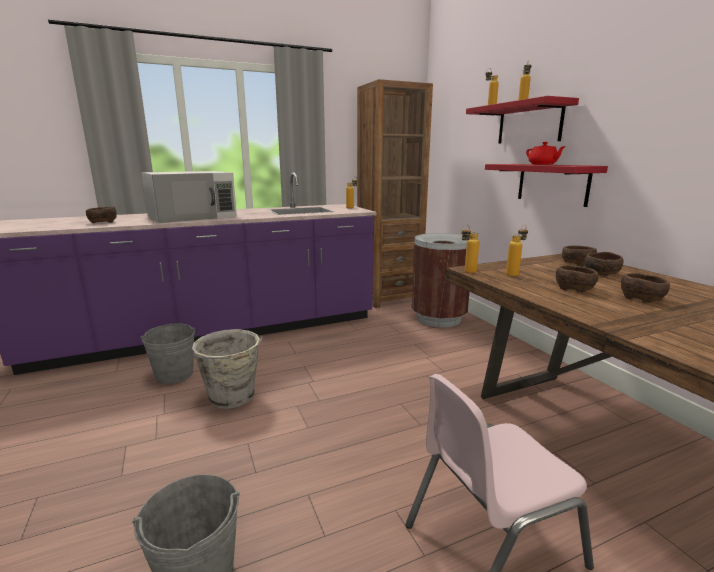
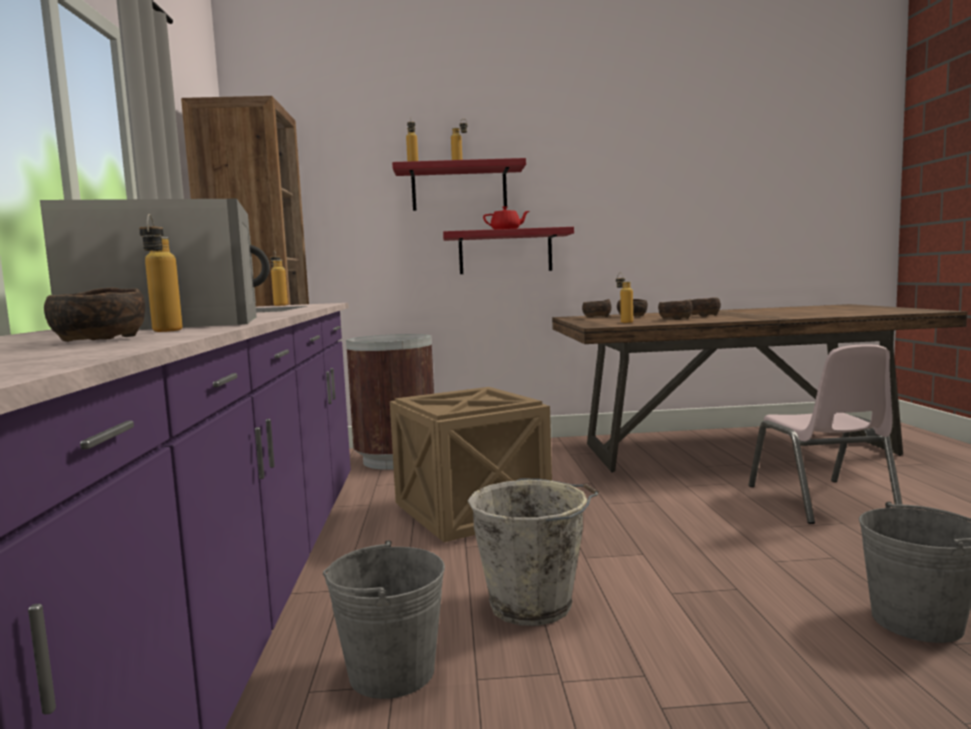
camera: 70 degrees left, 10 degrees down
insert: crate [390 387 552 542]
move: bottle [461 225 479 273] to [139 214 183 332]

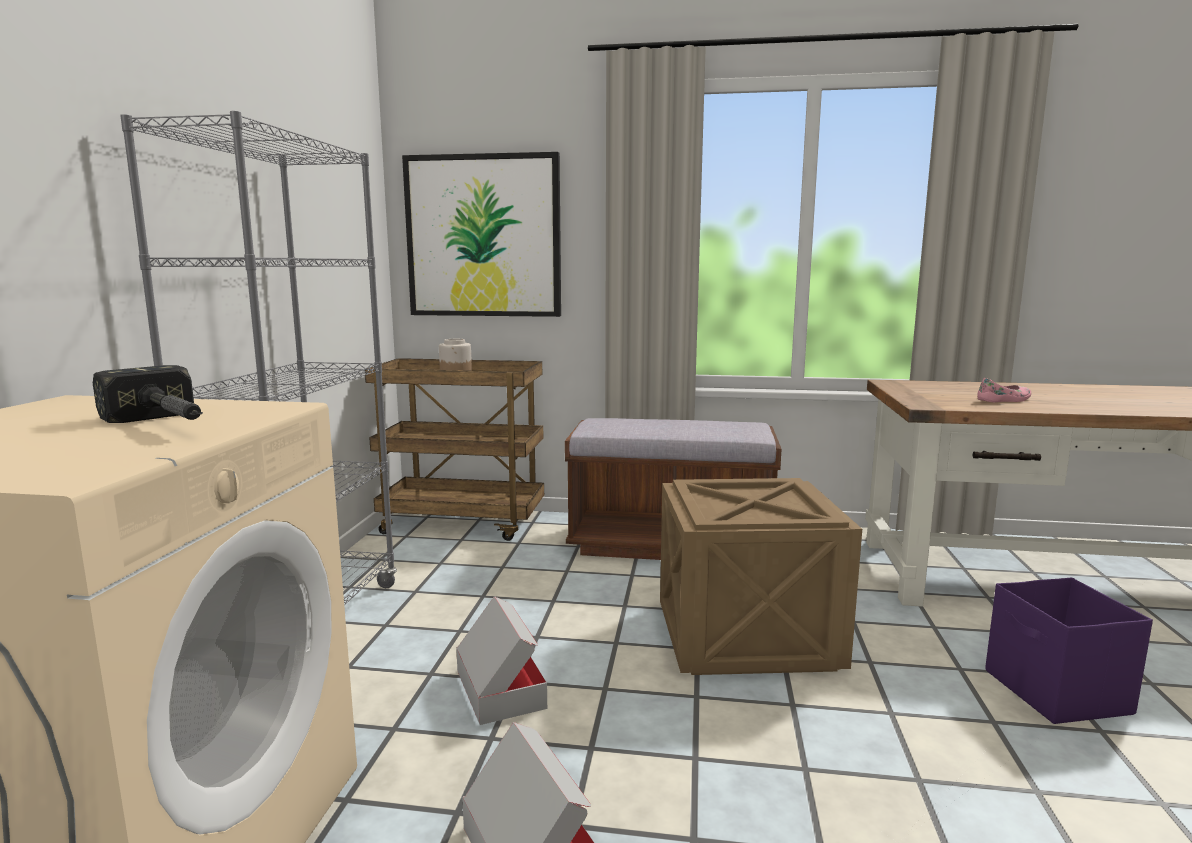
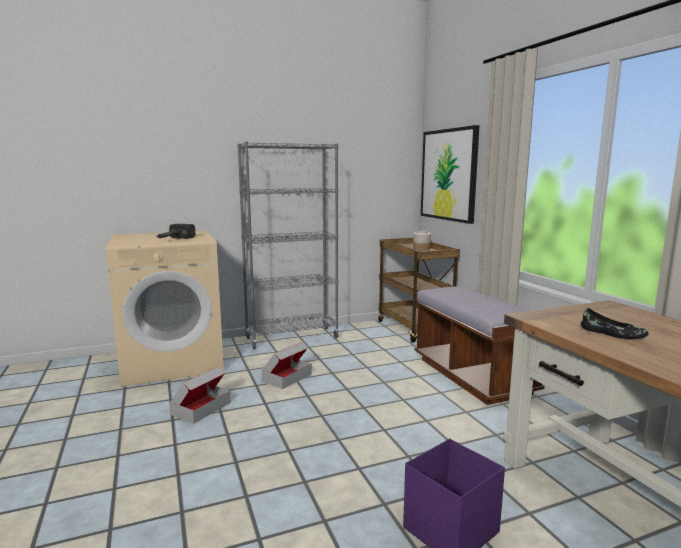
camera: 60 degrees right, 0 degrees up
delete: crate [660 478 862 675]
recolor: pink_shoe [977 378 1031 402] to black_shoe [581 308 649 339]

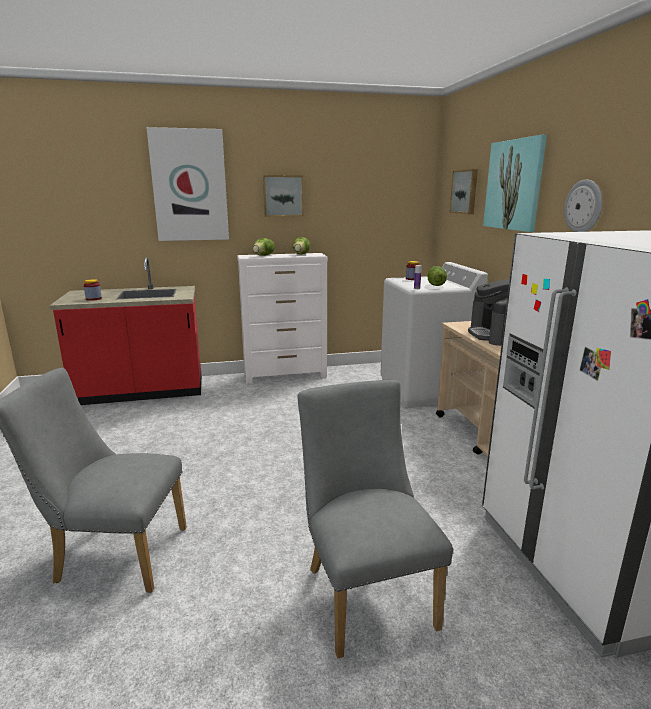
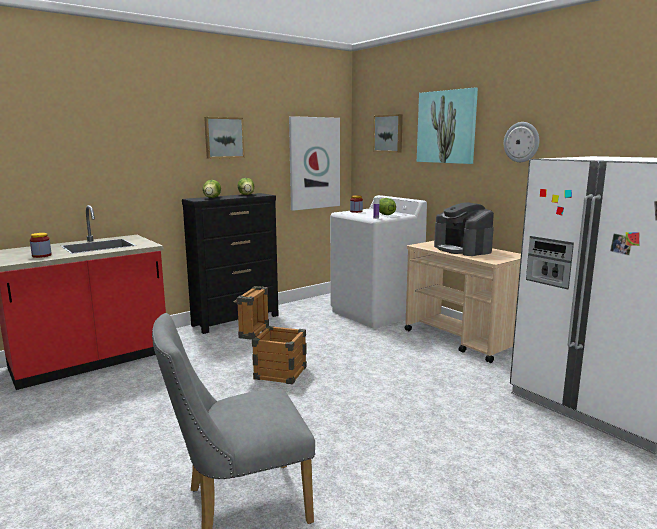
camera: 25 degrees left, 5 degrees down
delete: grey_chair [298 380 453 658]
insert: crate [237 286 307 384]
move: picture [146 127 229 241] to [289 116 340 211]
recolor: white_dresser [237 253 328 383] to black_dresser [182 193 279 334]

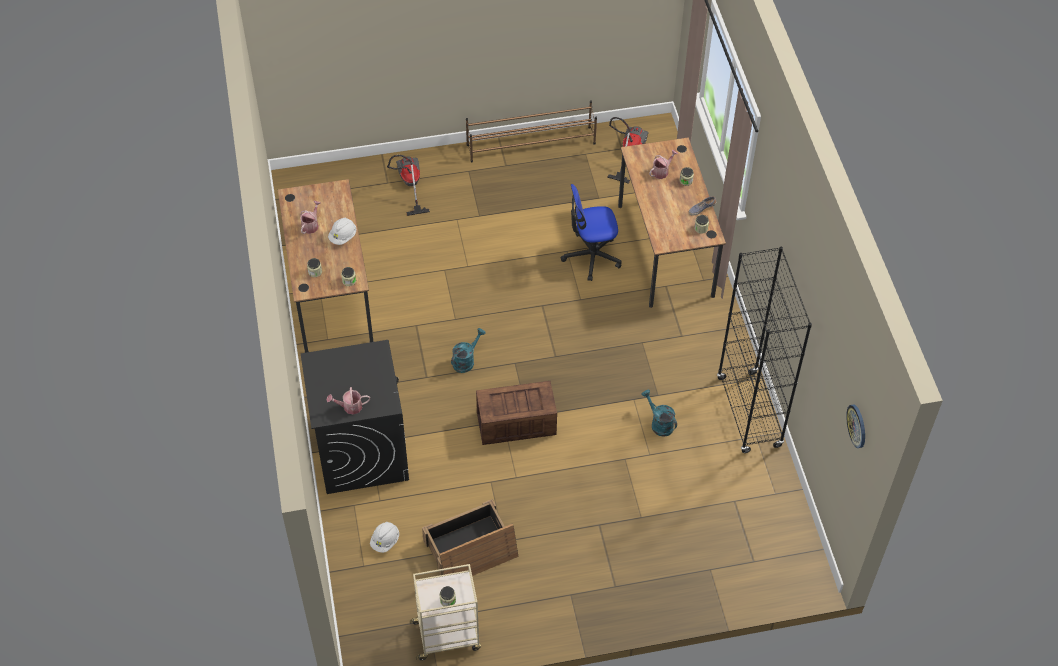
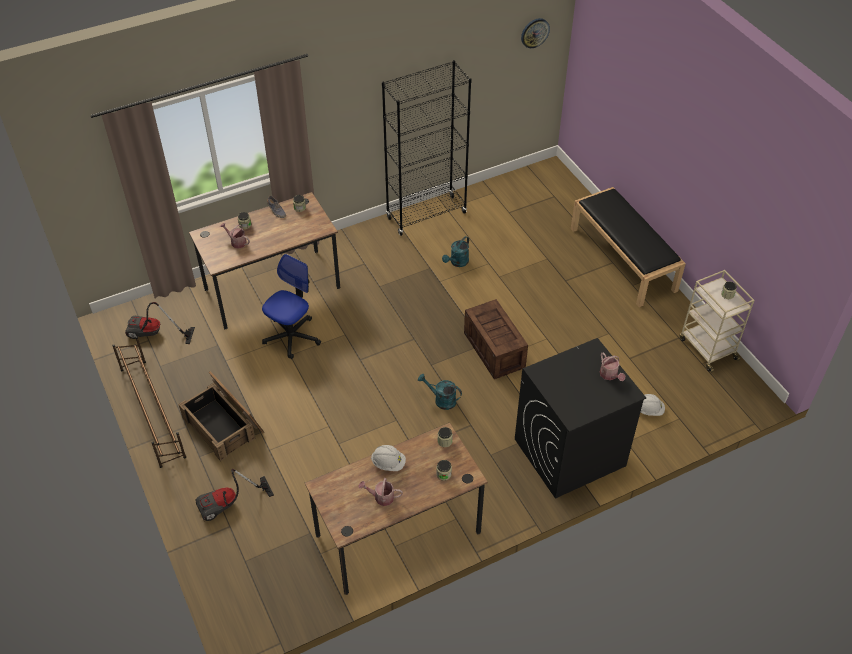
camera: 105 degrees left, 5 degrees down
insert: black_bench [571 187 686 307]
move: crate [422 499 519 576] to [178 371 264 461]
rotate: office_chair [561 184 622 281] = [262 254 321 359] 120 degrees counterclockwise

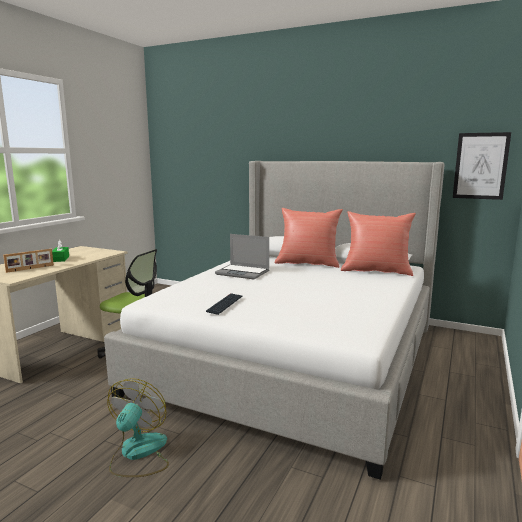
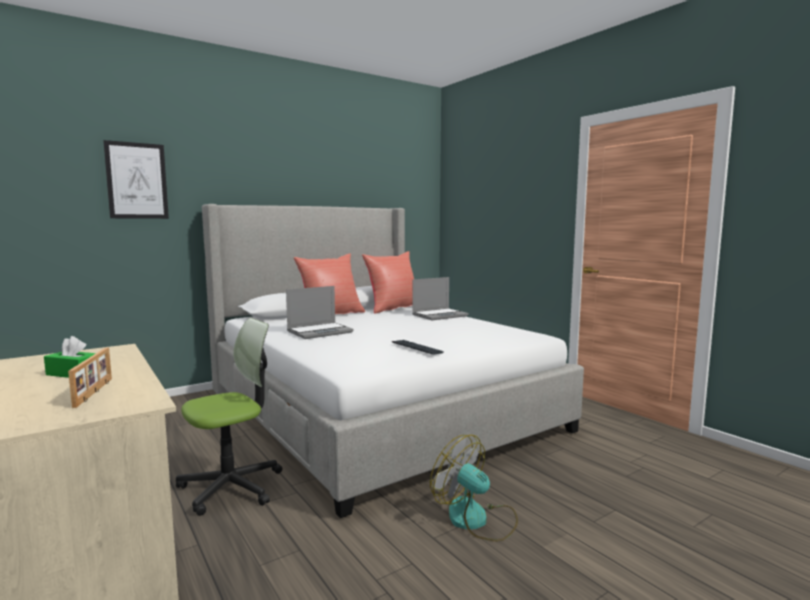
camera: 60 degrees left, 5 degrees down
insert: laptop [412 277 468 320]
move: picture [453 132 511 200] to [103 140 169 219]

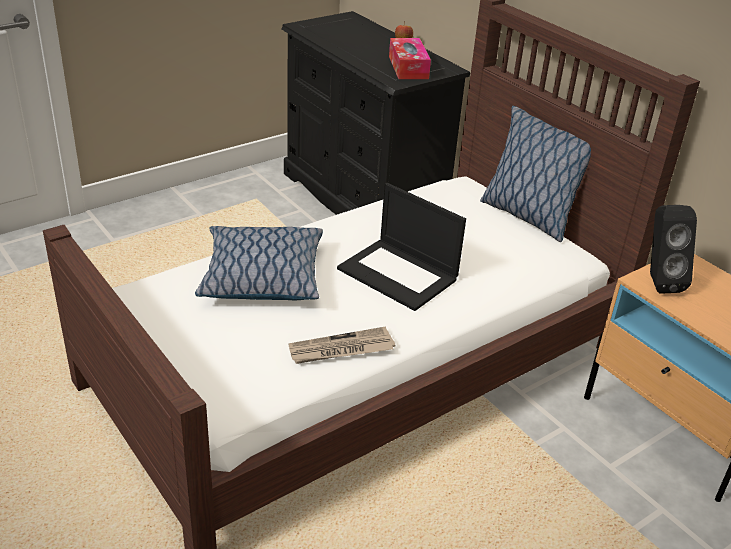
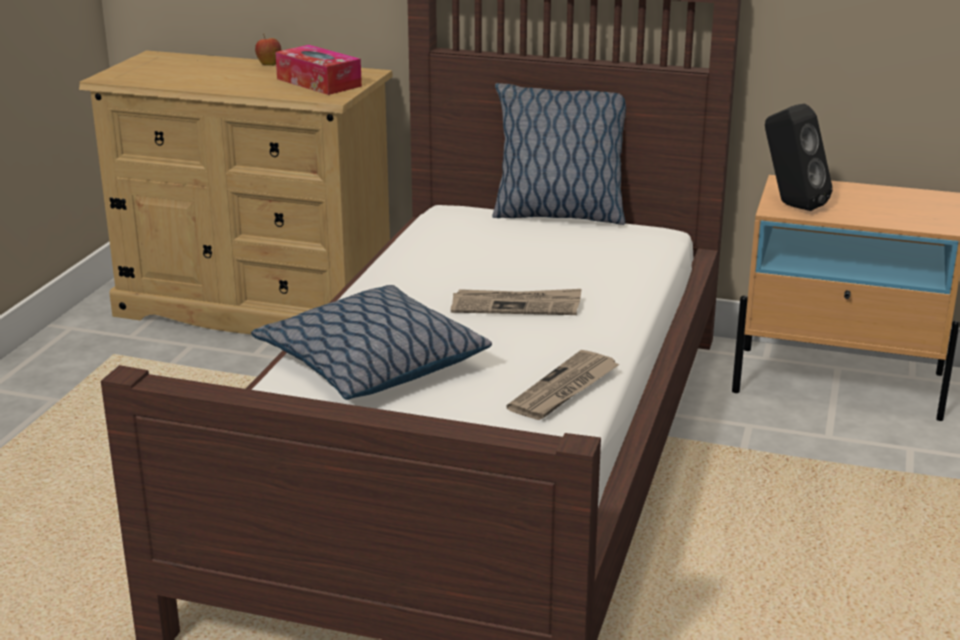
camera: 35 degrees left, 10 degrees down
replace: laptop [337 183 466 311] to newspaper [451 289 581 315]
recolor: black_dresser [281 11 470 215] to beige_dresser [79 50 393 334]

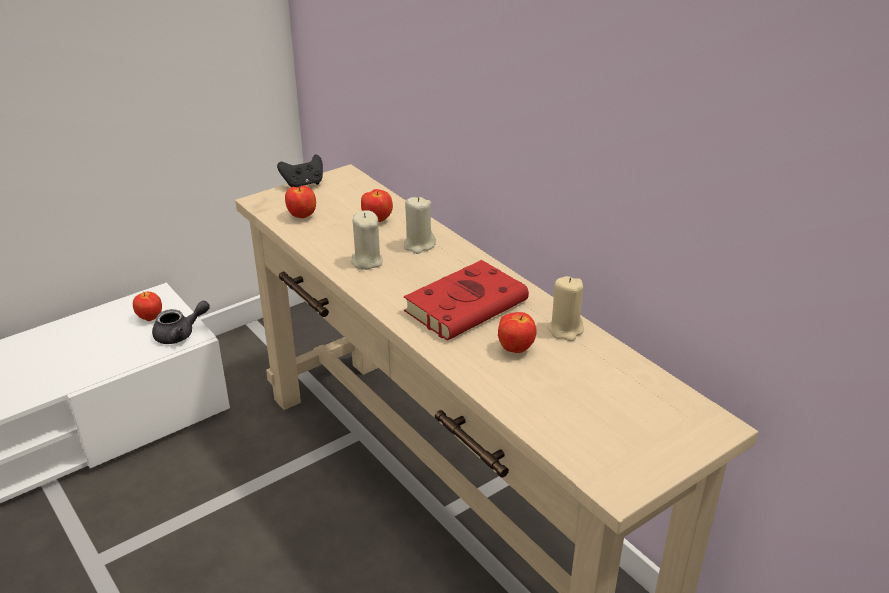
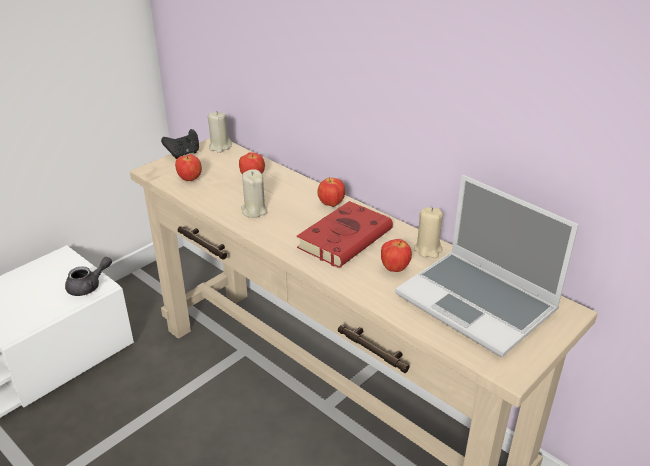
camera: 10 degrees left, 0 degrees up
insert: laptop [395 175 579 357]
move: beige_candle [404 197 436 254] to [208 111 232 153]; apple [133 292 162 321] to [317 177 345 207]

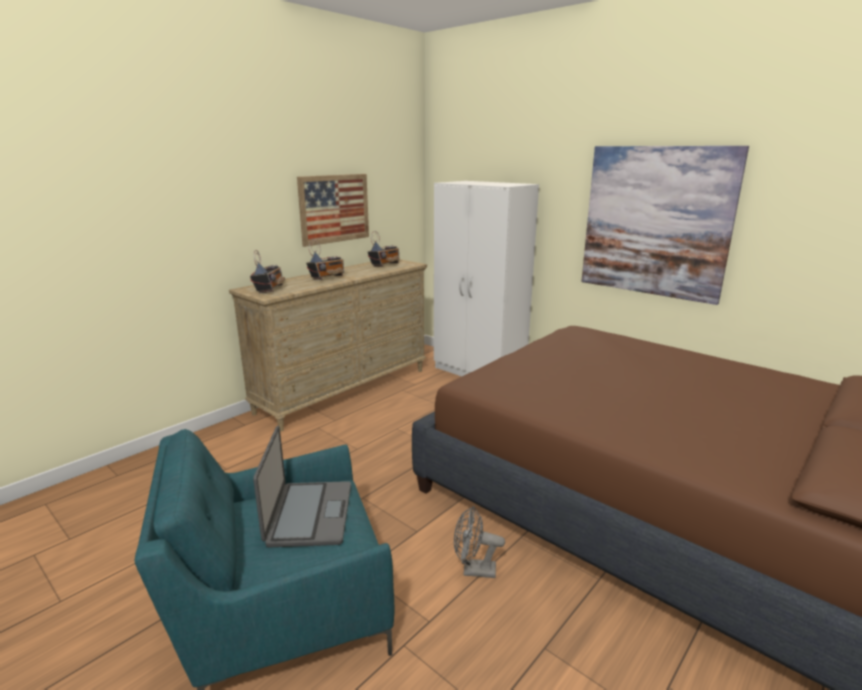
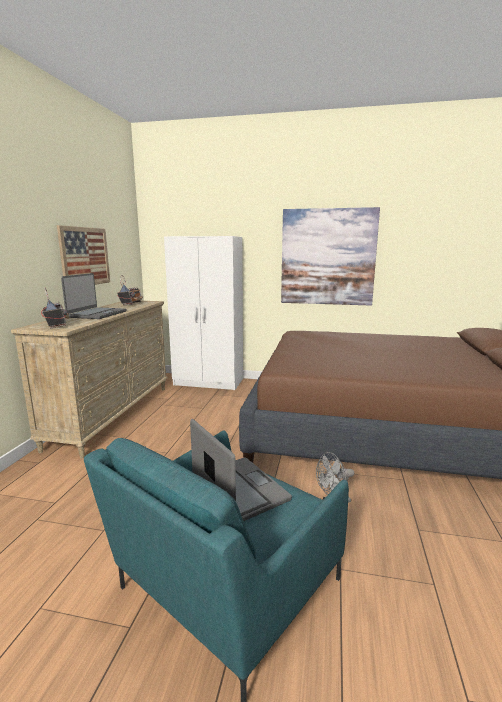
camera: 30 degrees left, 5 degrees down
replace: radio [306 240 344 280] to laptop [61 273 127 319]

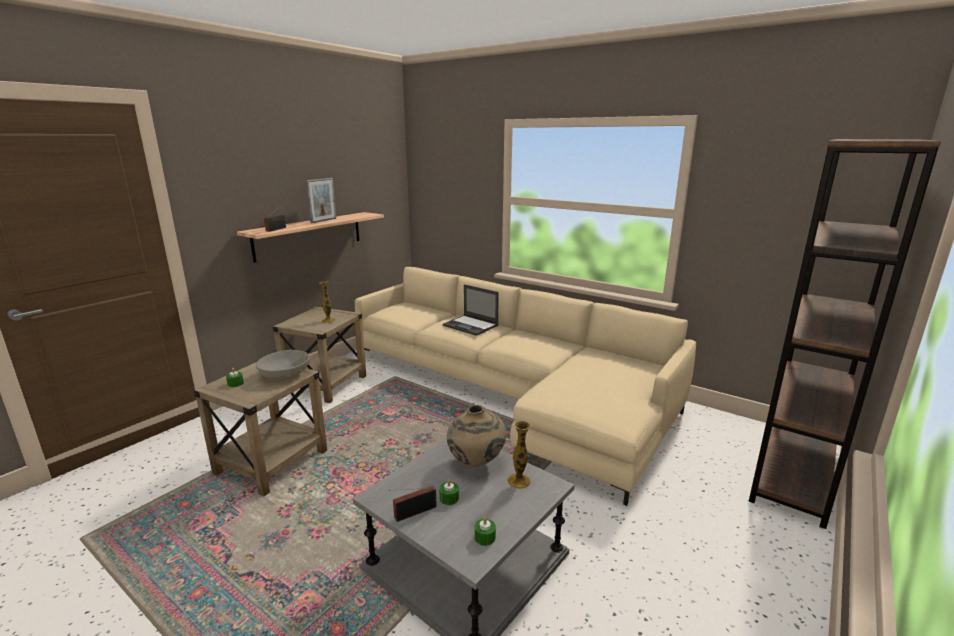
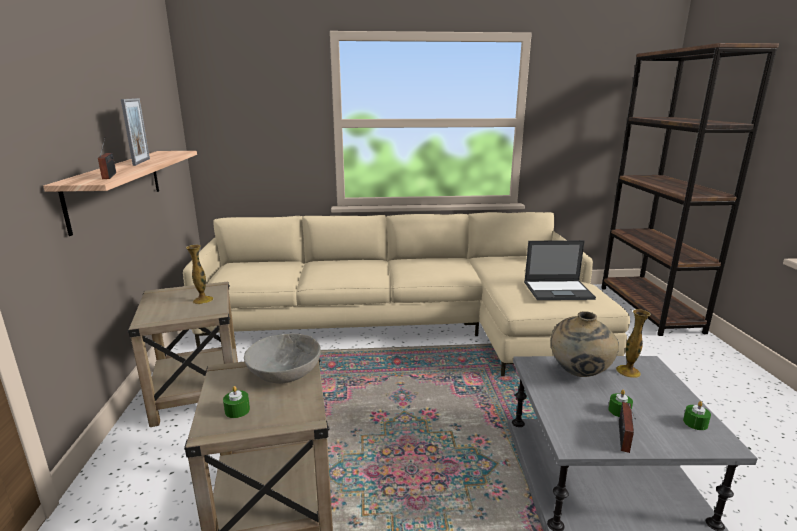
camera: 40 degrees left, 0 degrees up
move: laptop [443 284 499 336] to [524 240 596 300]

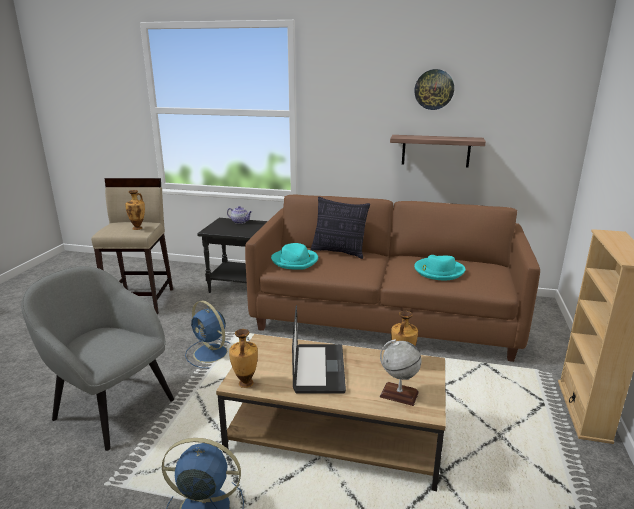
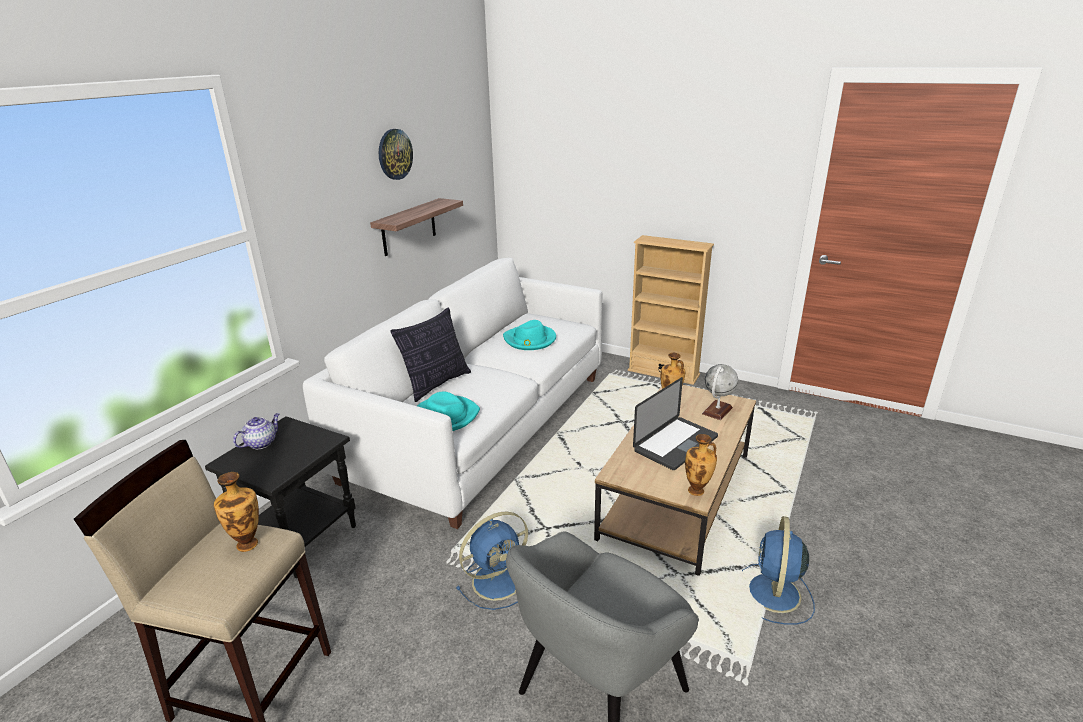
camera: 75 degrees left, 5 degrees up
recolor: brown_sofa [245 194 540 362] to white_sofa [303 258 603 529]
rotate: laptop [292 305 346 394] = [633 377 718 470] 120 degrees clockwise

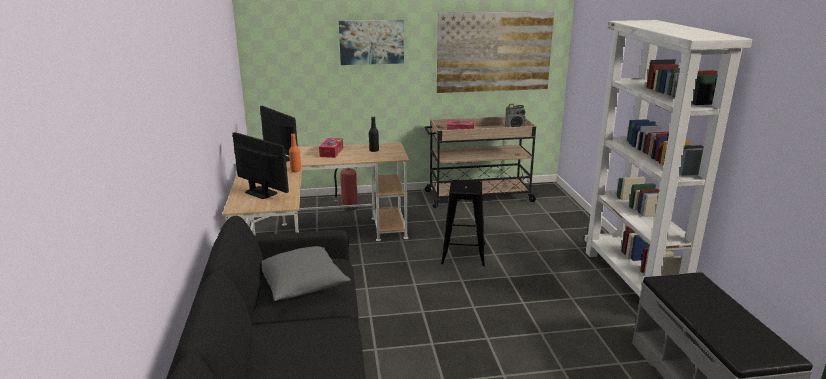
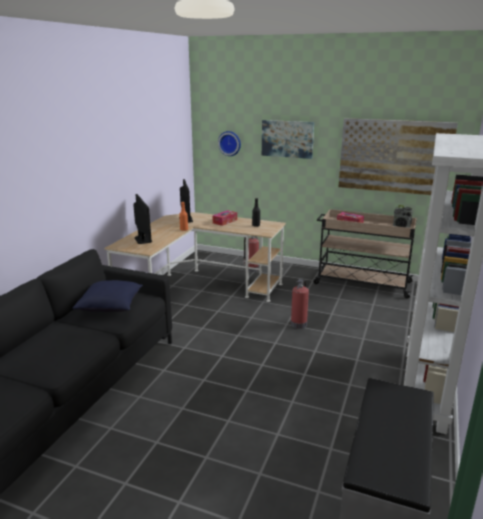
camera: 30 degrees right, 0 degrees up
insert: wall_clock [218 131 241 156]
replace: black_stool [441 180 485 266] to fire_extinguisher [291 279 309 329]
recolor: grey_pillow [262 246 351 301] to blue_pillow [72 280 143 312]

